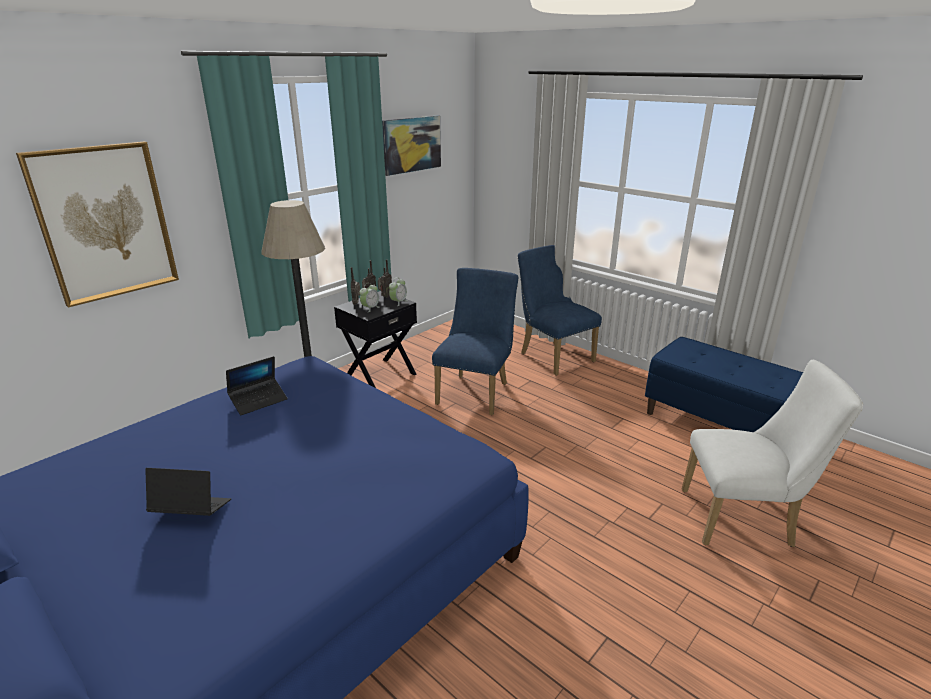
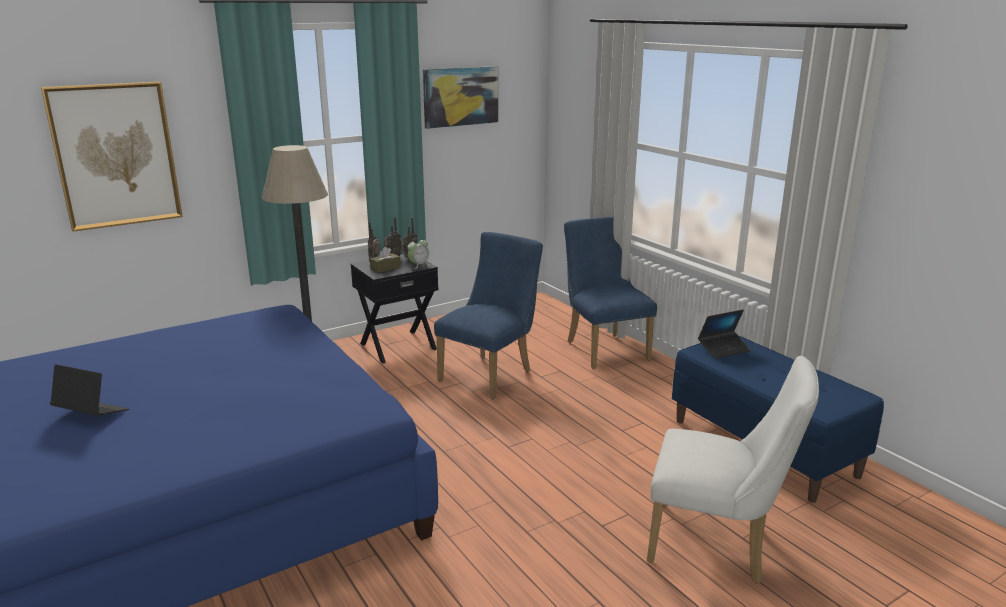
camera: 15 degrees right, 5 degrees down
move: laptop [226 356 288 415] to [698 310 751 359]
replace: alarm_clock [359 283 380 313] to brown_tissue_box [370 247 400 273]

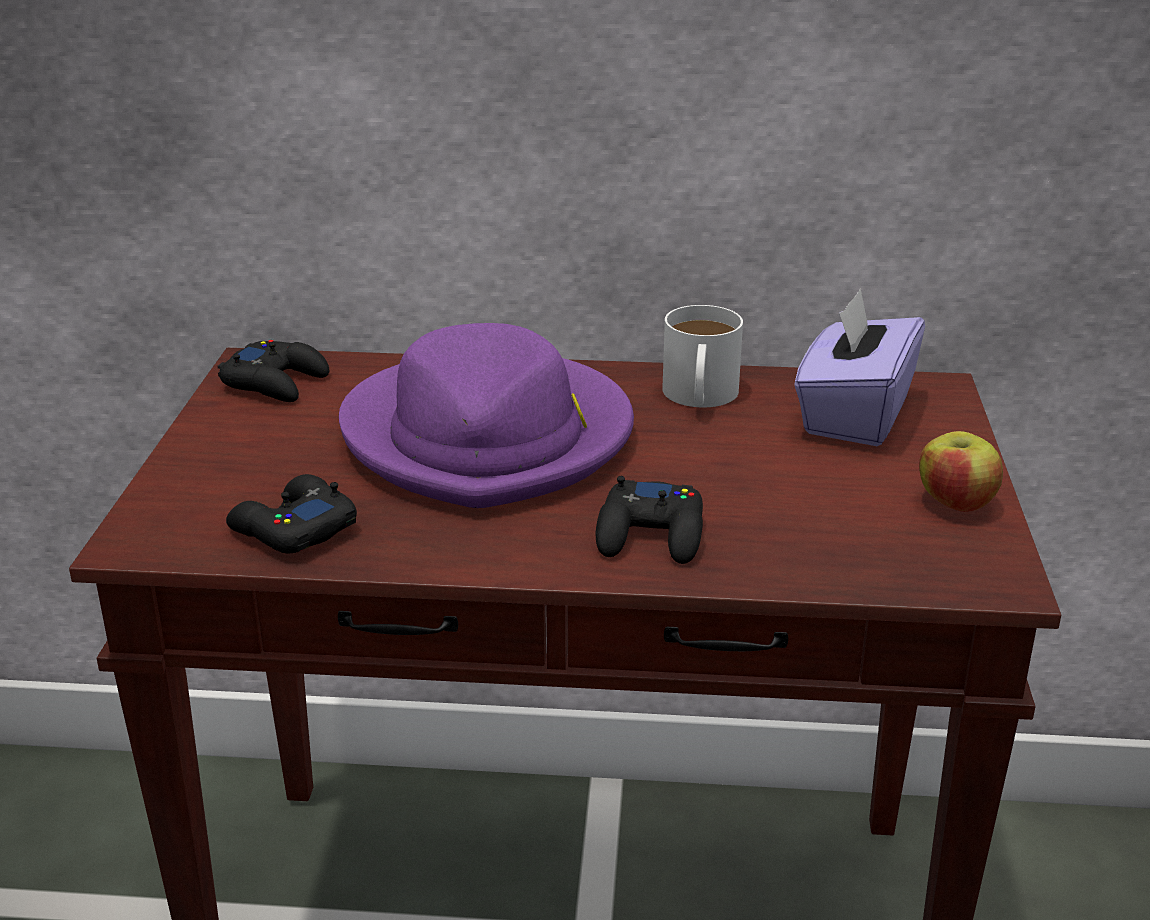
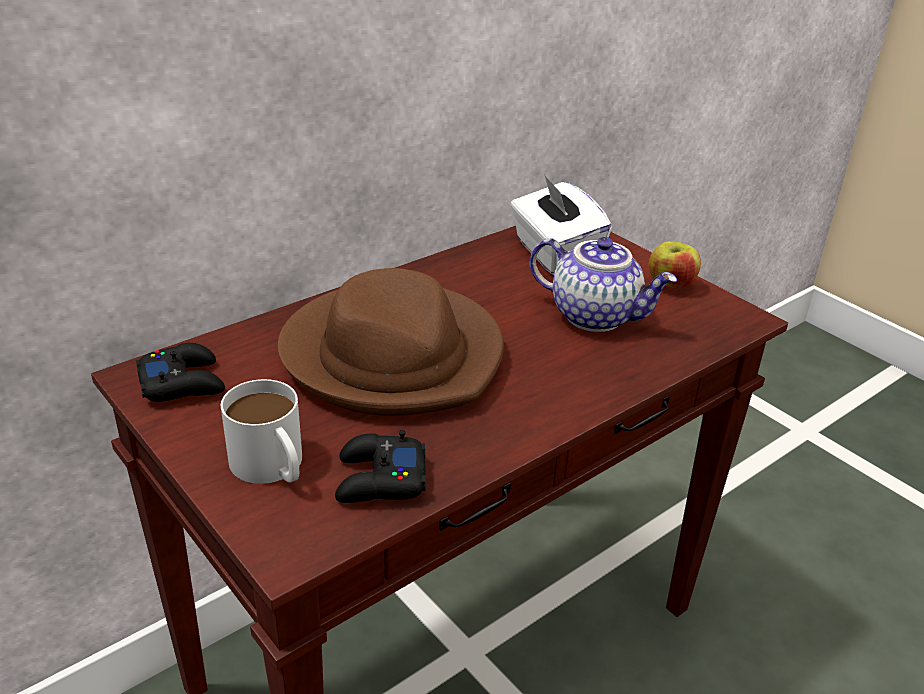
camera: 45 degrees left, 5 degrees up
delete: black_game_controller [596 476 703 564]
insert: teapot [530 237 677 332]
move: white_mug [662 305 743 407] to [221 379 302 484]
recolor: purple_hat [339 323 634 508] to brown_hat [278 268 504 416]; purple_tissue_box [794 288 925 446] to white_tissue_box [511 174 612 275]

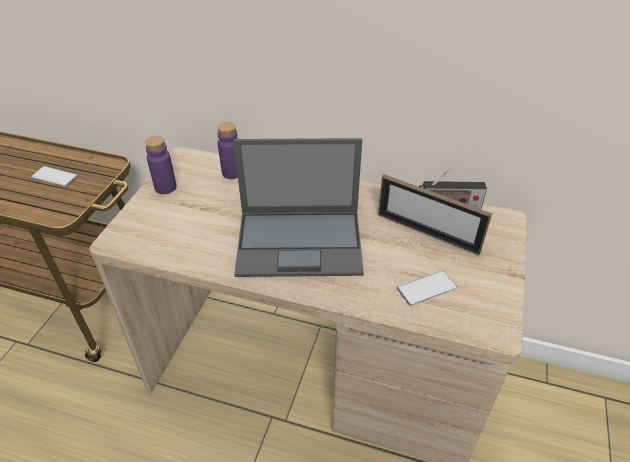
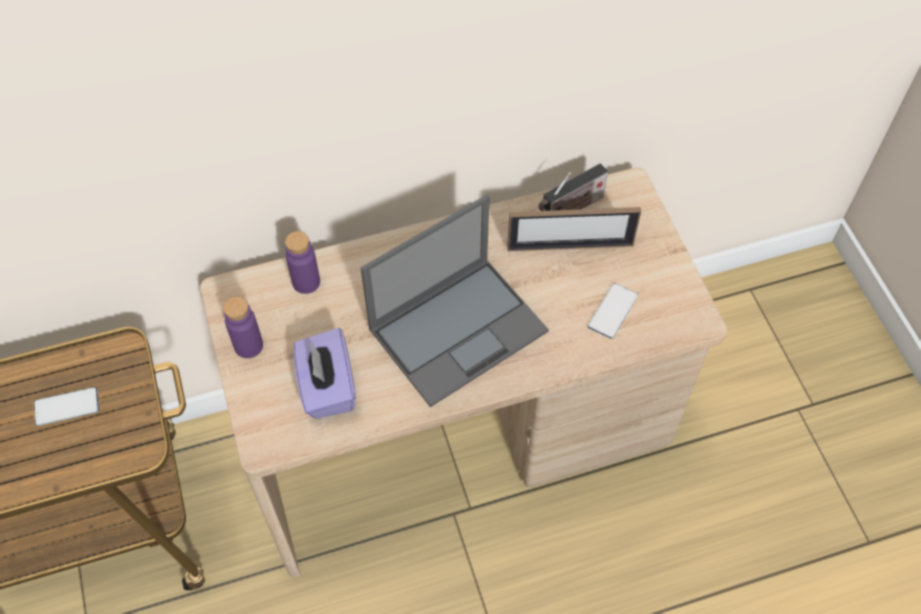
camera: 35 degrees left, 15 degrees up
insert: purple_tissue_box [293 328 356 419]

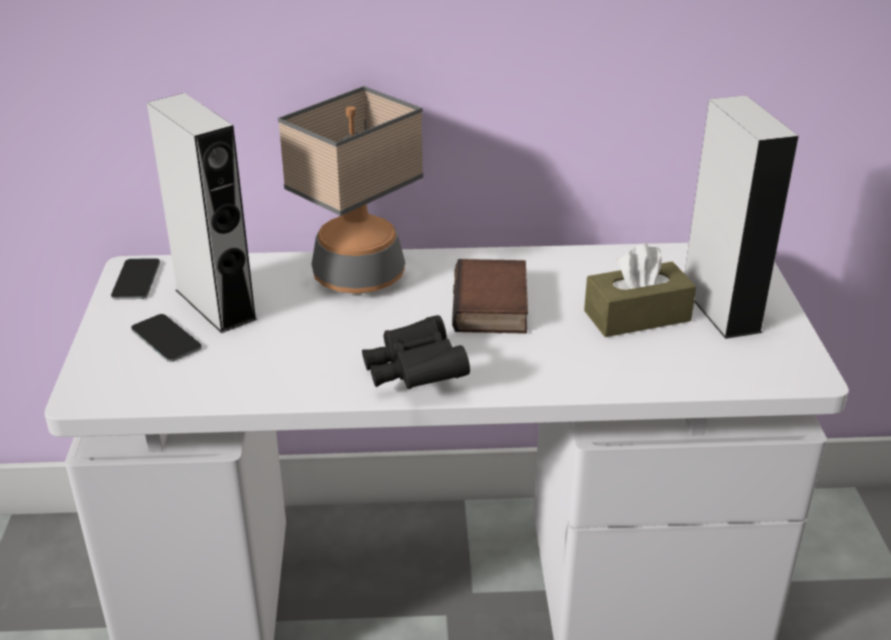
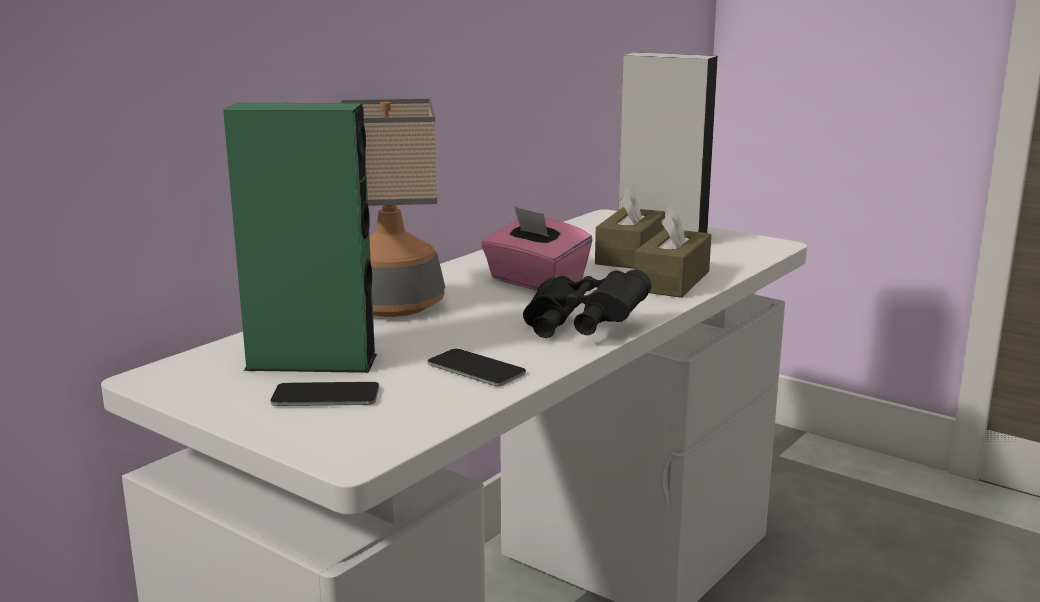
camera: 50 degrees left, 15 degrees down
insert: brown_tissue_box [634 202 711 298]
move: phone [111 258 160 299] to [428 349 526 386]
replace: book [452 259 528 334] to pink_tissue_box [481 206 593 291]
recolor: grey_speaker [147 93 257 333] to green_speaker [223 103 377 373]

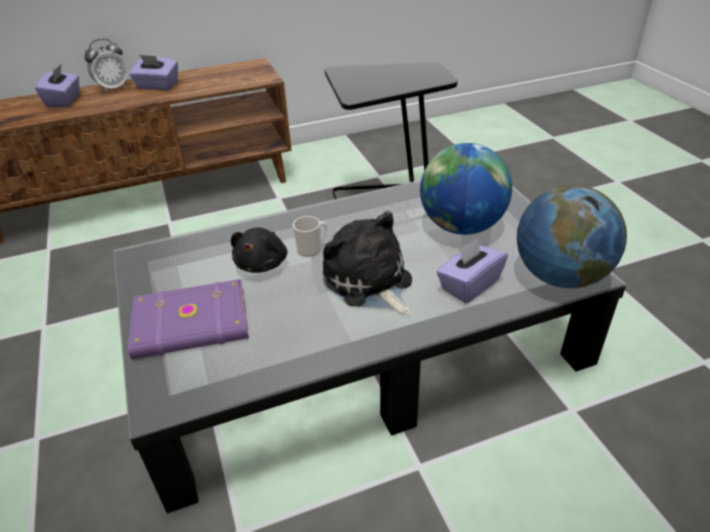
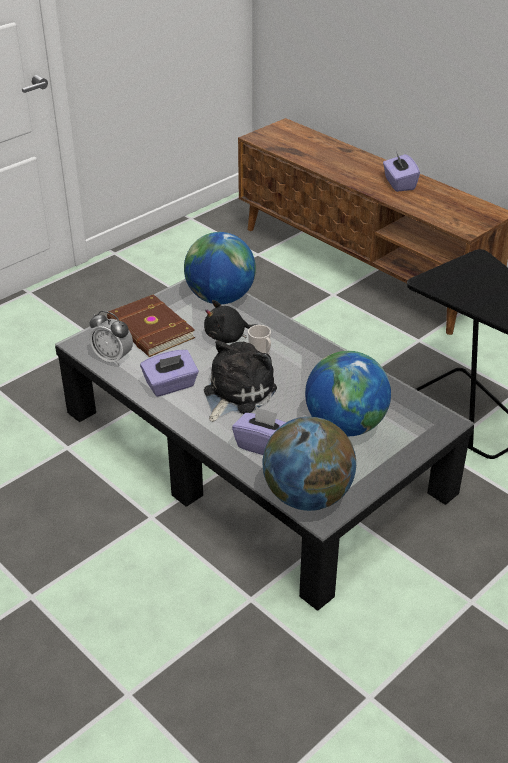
camera: 65 degrees right, 0 degrees up
insert: globe [184 232 256 304]
move: alarm_clock [84 39 128 93] to [89 311 133 366]; purple_tissue_box [35 65 80 108] to [140 350 199 397]
recolor: purple_book [128 279 249 359] to brown_book [107 294 195 357]

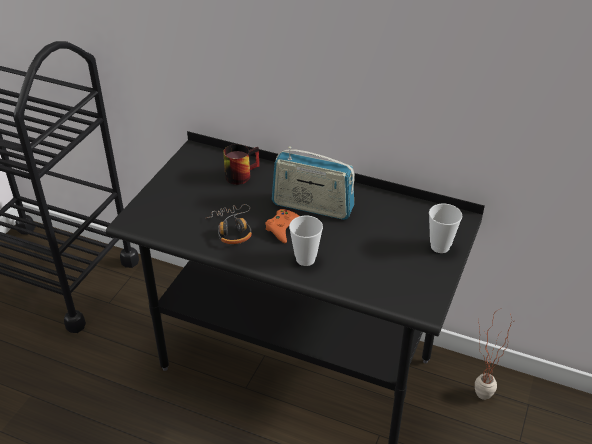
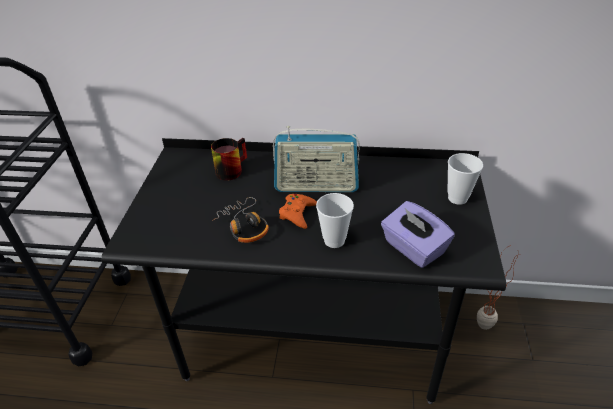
camera: 15 degrees left, 0 degrees up
insert: purple_tissue_box [381 201 455 268]

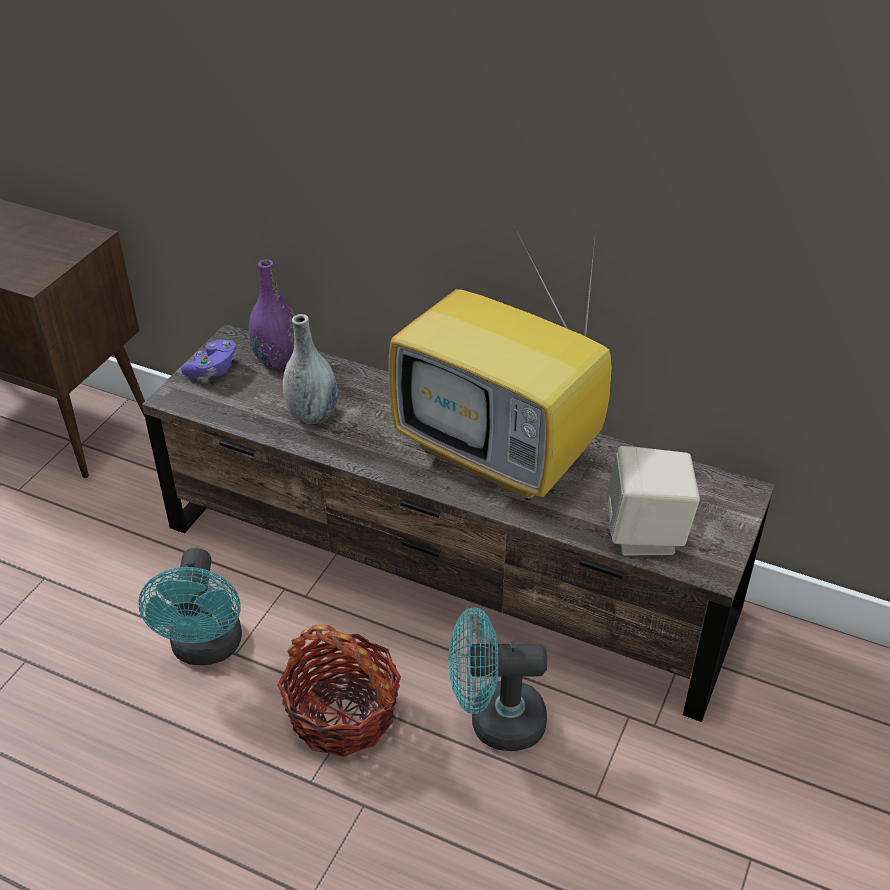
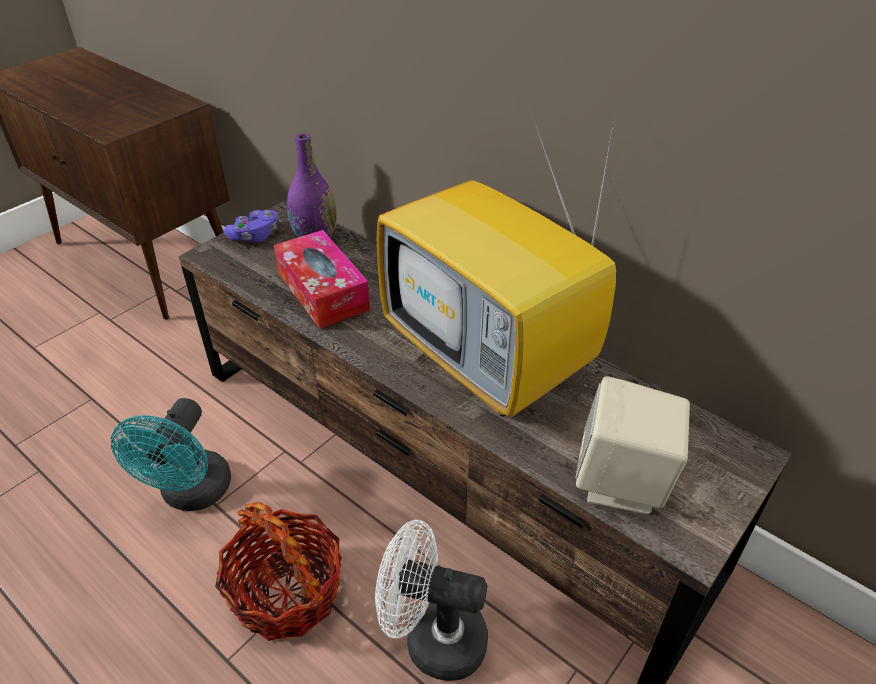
camera: 15 degrees right, 0 degrees up
replace: grey_vase [283 314 338 424] to tissue_box [274 230 370 329]
recolor: turquoise_fan [449 607 547 751] to white_fan [375 520 488 681]

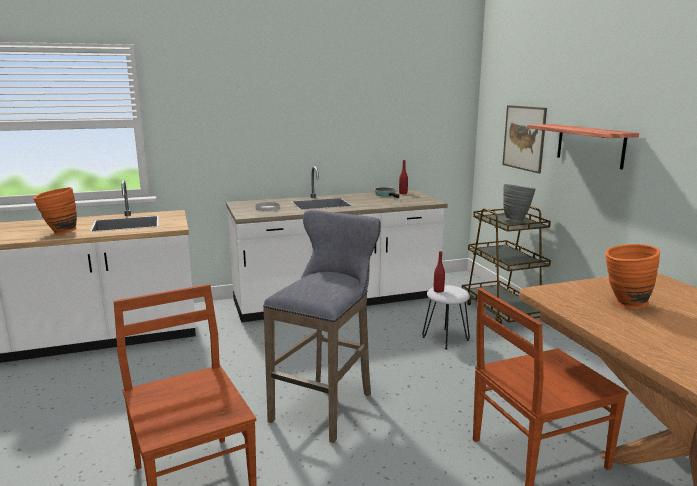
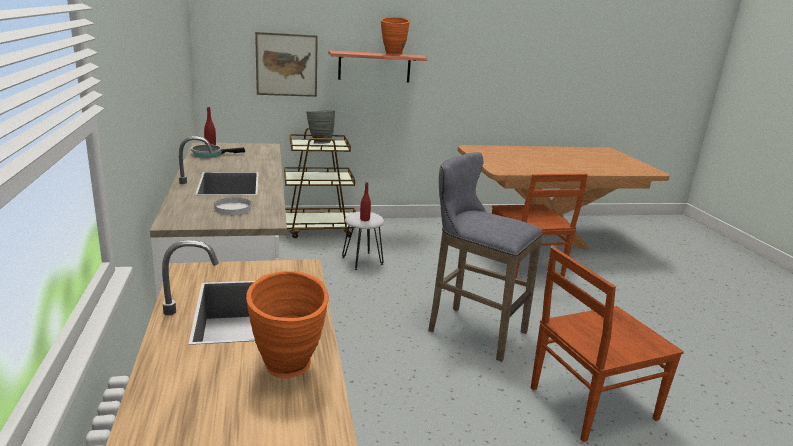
camera: 85 degrees left, 5 degrees up
move: orange_vase [605 244 660 309] to [381 17 410 55]

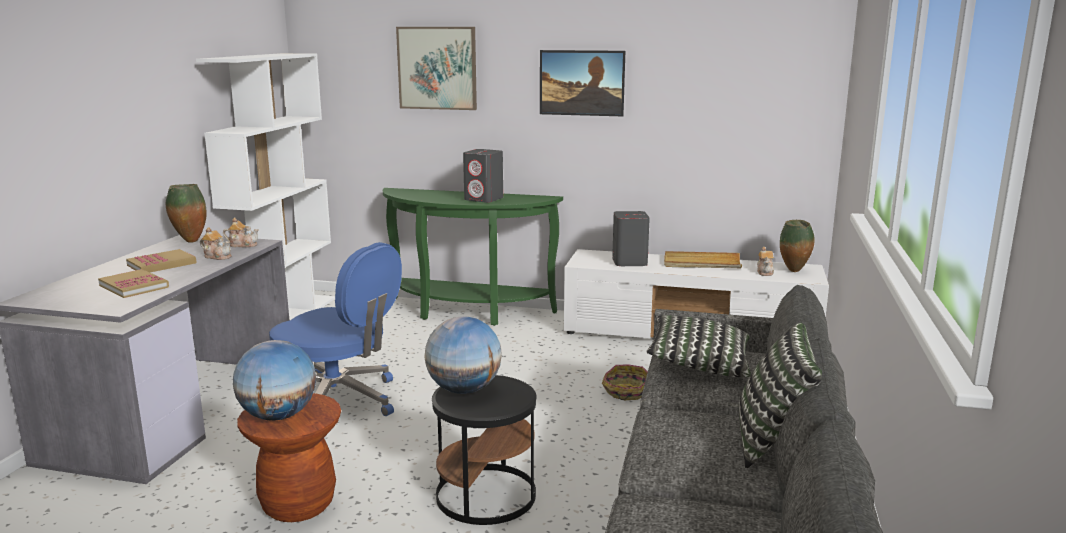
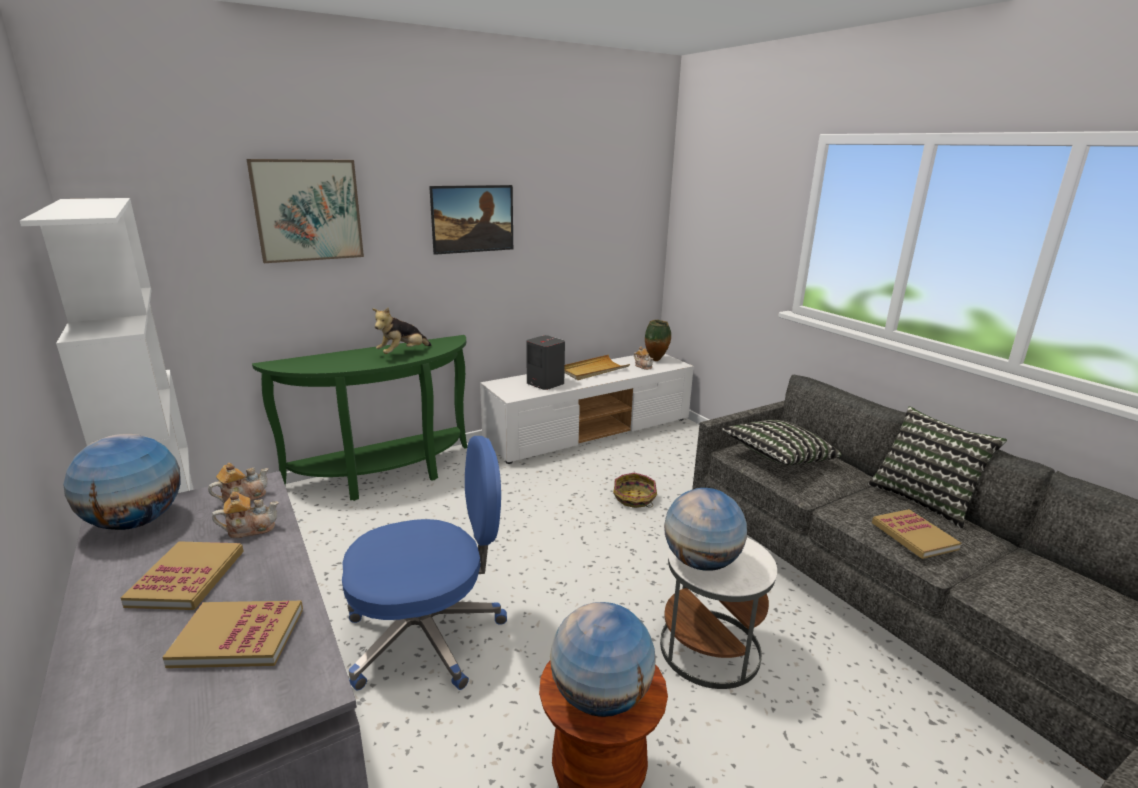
camera: 45 degrees left, 5 degrees up
insert: book [872 509 961 559]
replace: vase [166 184 207 243] to globe [63 434 181 530]; grey_speaker [463 149 503 203] to plush_toy [372 307 431 354]
recolor: black_side_table [432 375 537 525] to white_side_table [660 538 777 689]

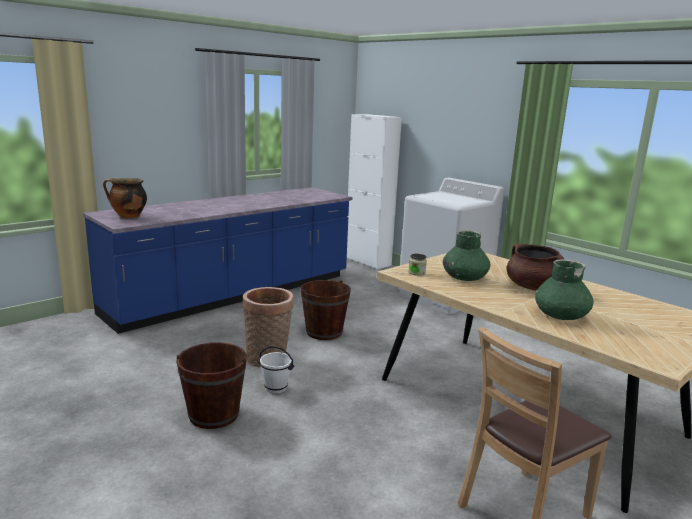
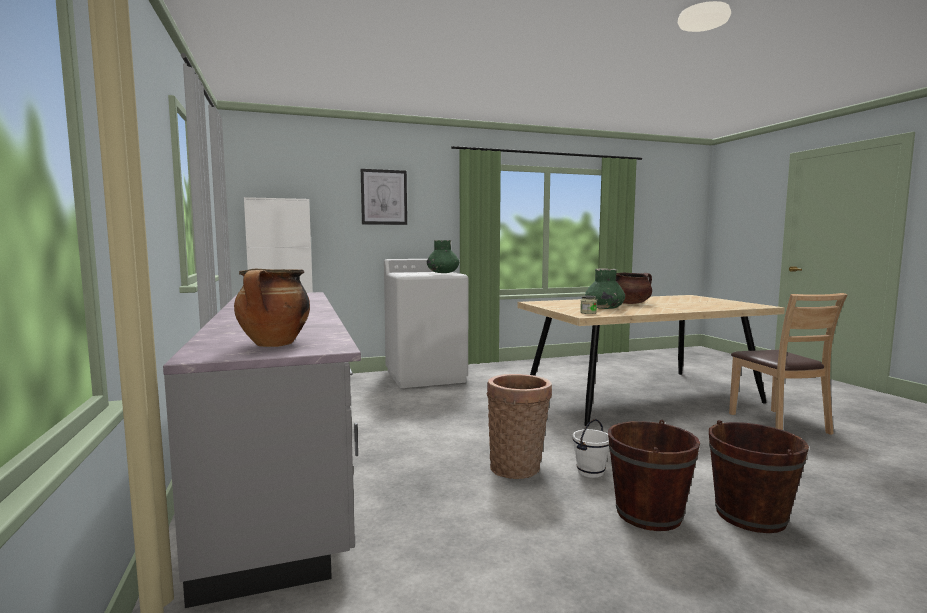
camera: 65 degrees left, 10 degrees down
insert: picture [361 169 407 225]
move: green_vase [535 259 594 320] to [427 240 459 273]; brown_bucket [300 280 351 340] to [709 420 809 533]
recolor: blue_counter [83 187 353 334] to grey_counter [163 292 361 608]

